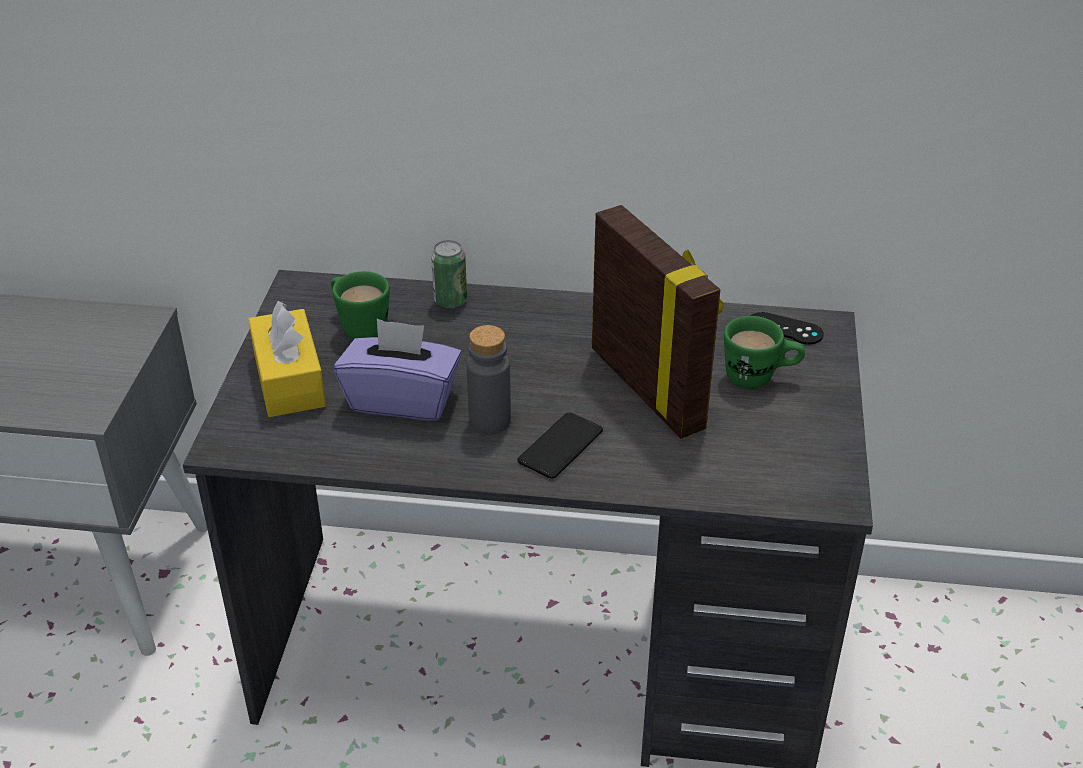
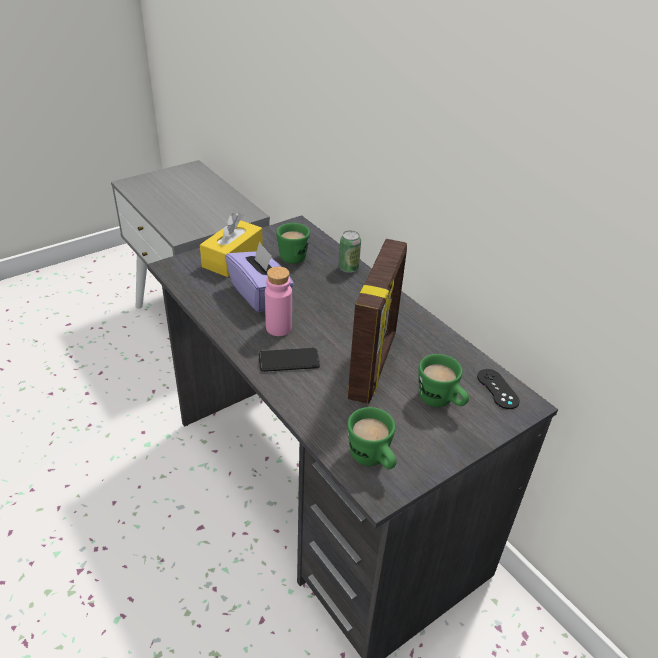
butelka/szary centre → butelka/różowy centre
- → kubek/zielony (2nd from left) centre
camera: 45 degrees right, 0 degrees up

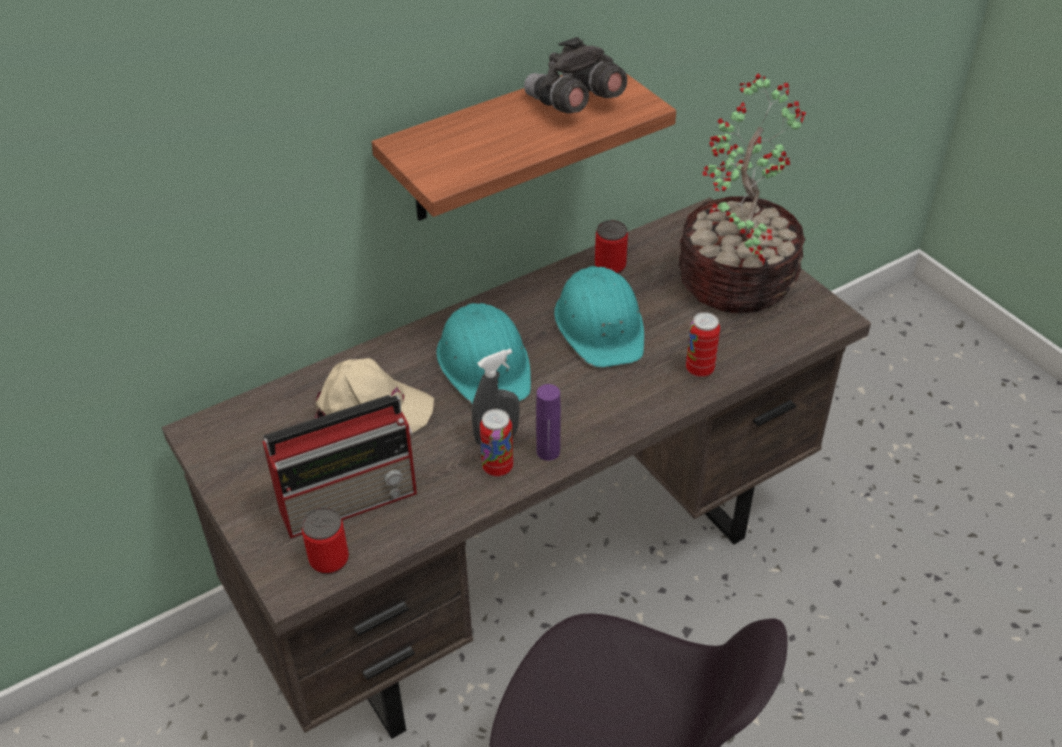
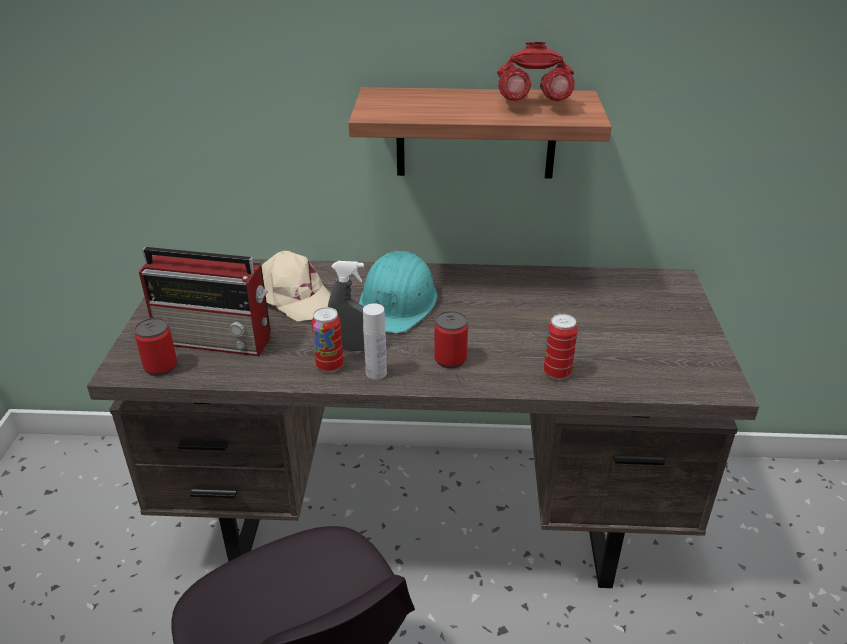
lornetka/szary top centre → lornetka/czerwony top centre
roślina doniczkowa top right → -
puszka (3rd from left) top centre → puszka (3rd from left) centre, move
kask/turkusowy (2nd from left) centre → -
butelka/fioletowy centre → butelka/biały centre
camera: 35 degrees right, 10 degrees down

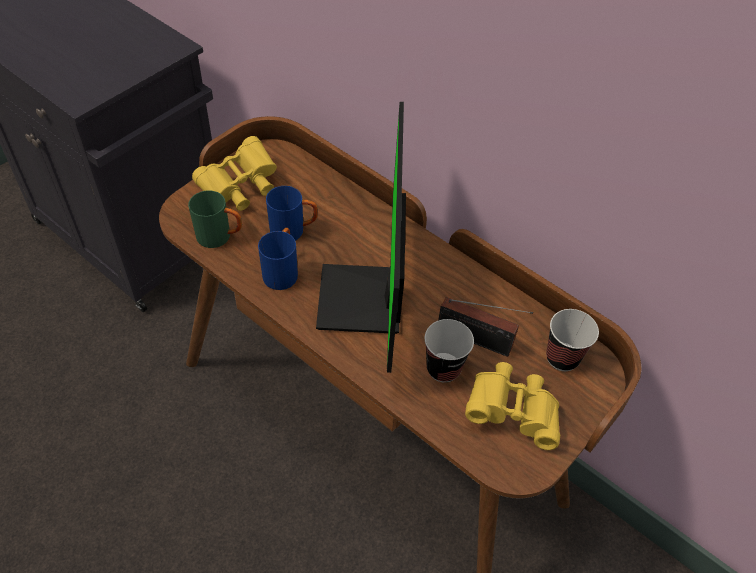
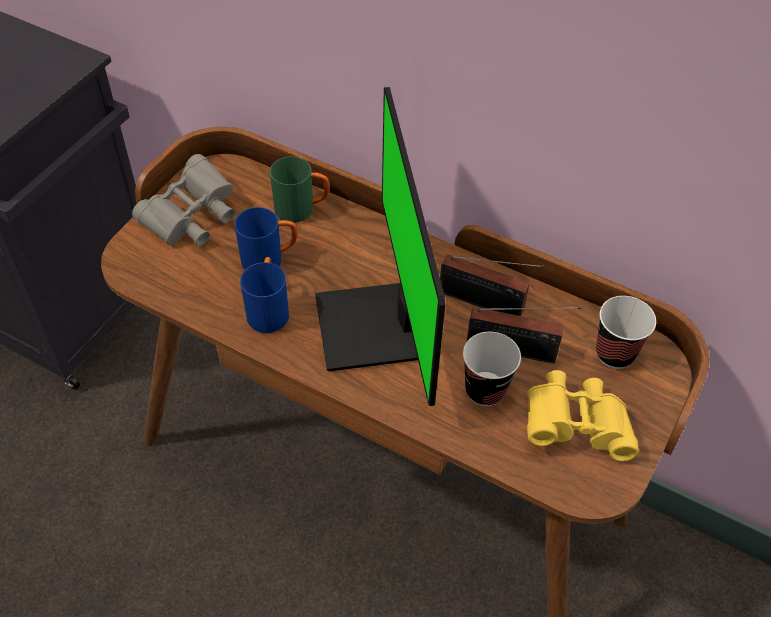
lornetka/żółty (1st from left) top left → lornetka/szary top left
kubek/zielony middle left → kubek/zielony top centre, move
- → radio (1st from left) centre
camera: 10 degrees left, 0 degrees up

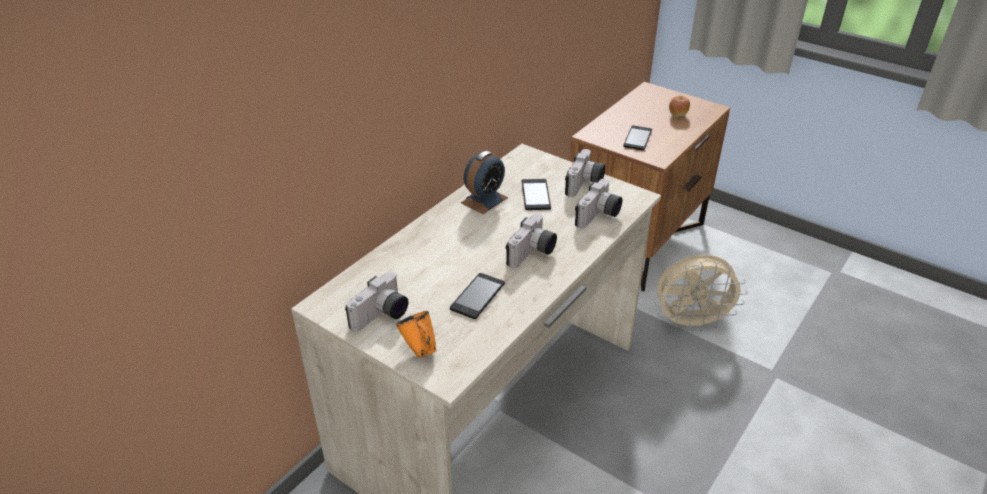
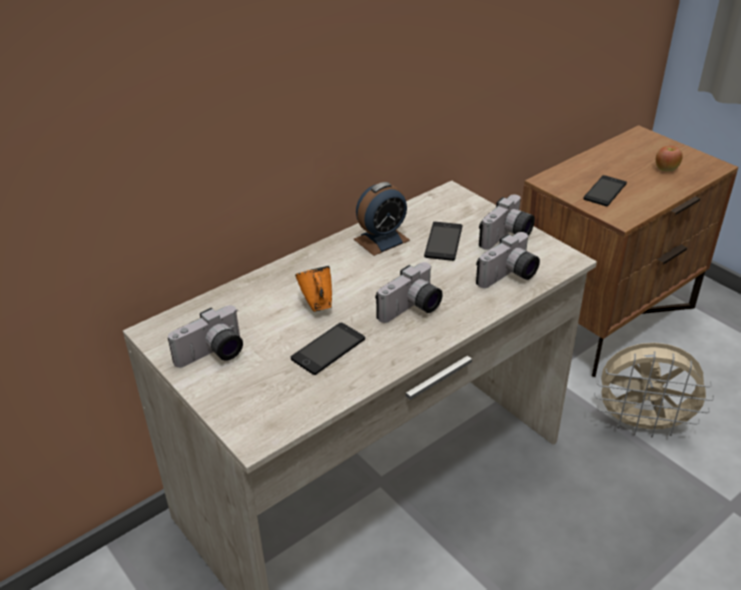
kubek/pomarańczowy bottom centre → kubek/pomarańczowy centre, move
camera: 15 degrees right, 0 degrees up

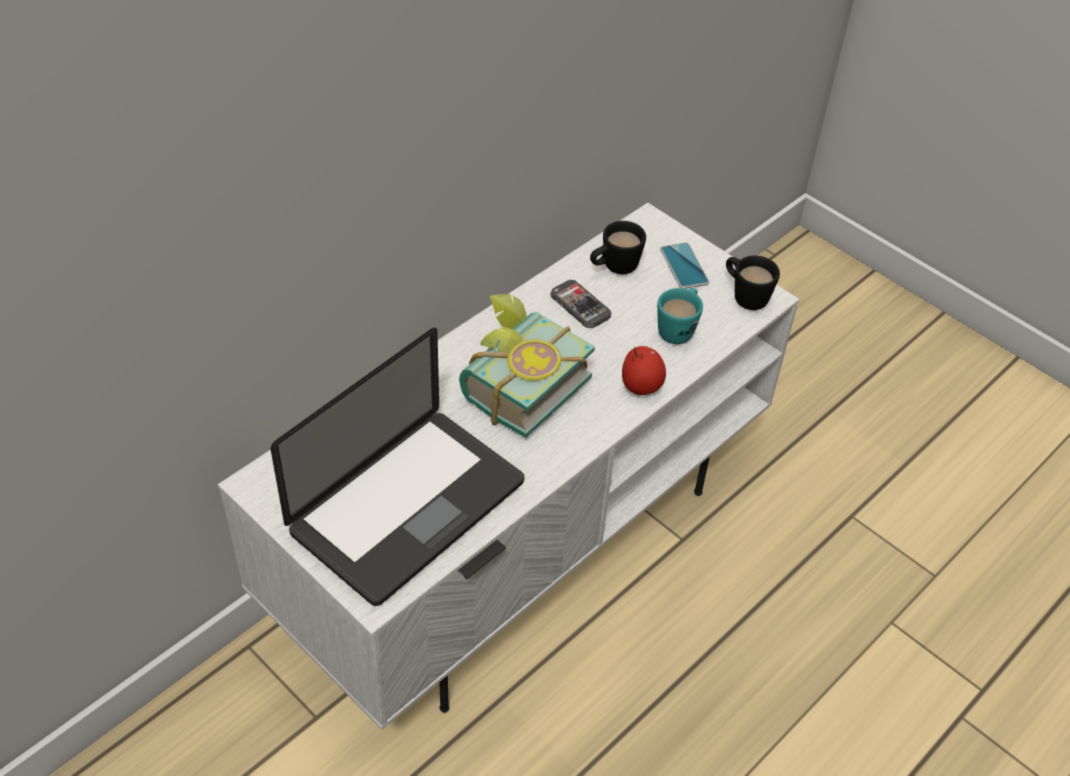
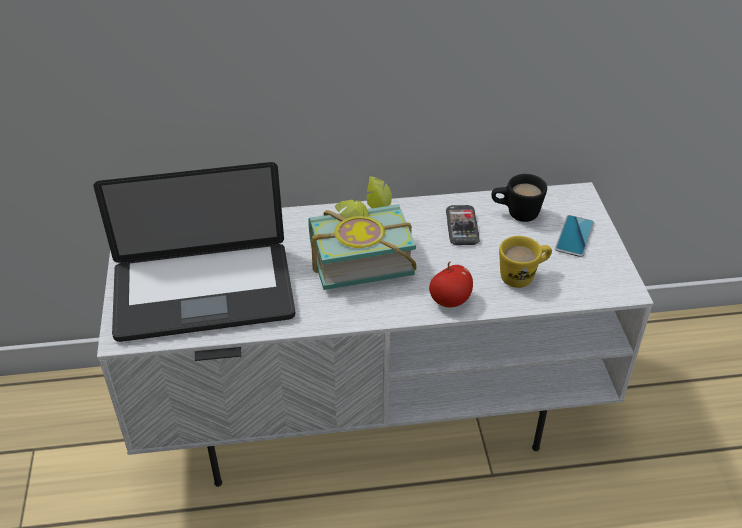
kubek/czarny (2nd from left) middle right → -
kubek/turkusowy centre → kubek/żółty middle right
camera: 40 degrees right, 5 degrees down

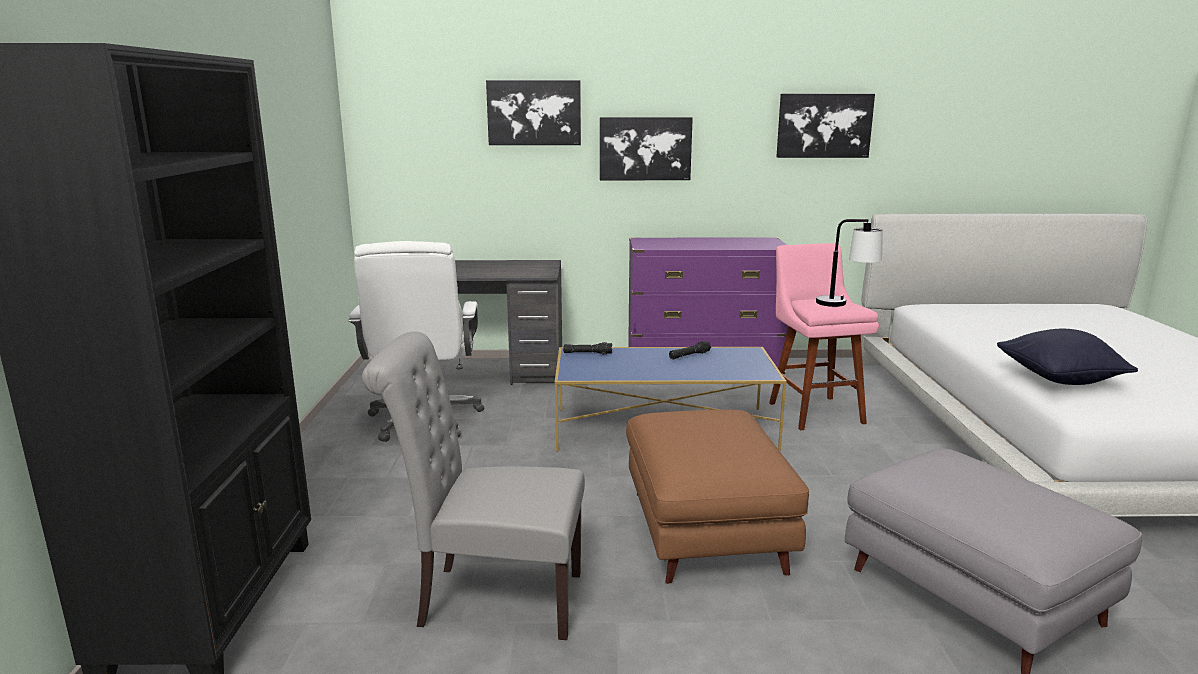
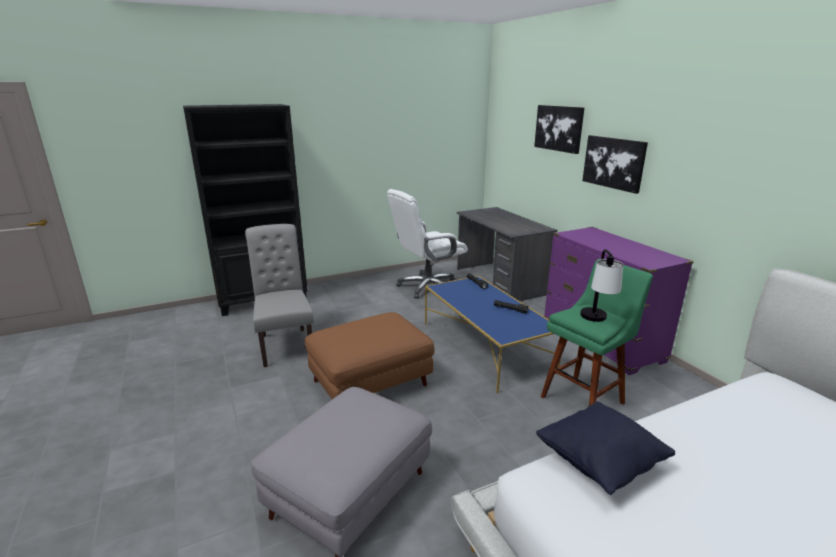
obraz (3rd from left) top right → -
stołek/różowy middle right → stołek/zielony middle right
camera: 65 degrees right, 5 degrees up

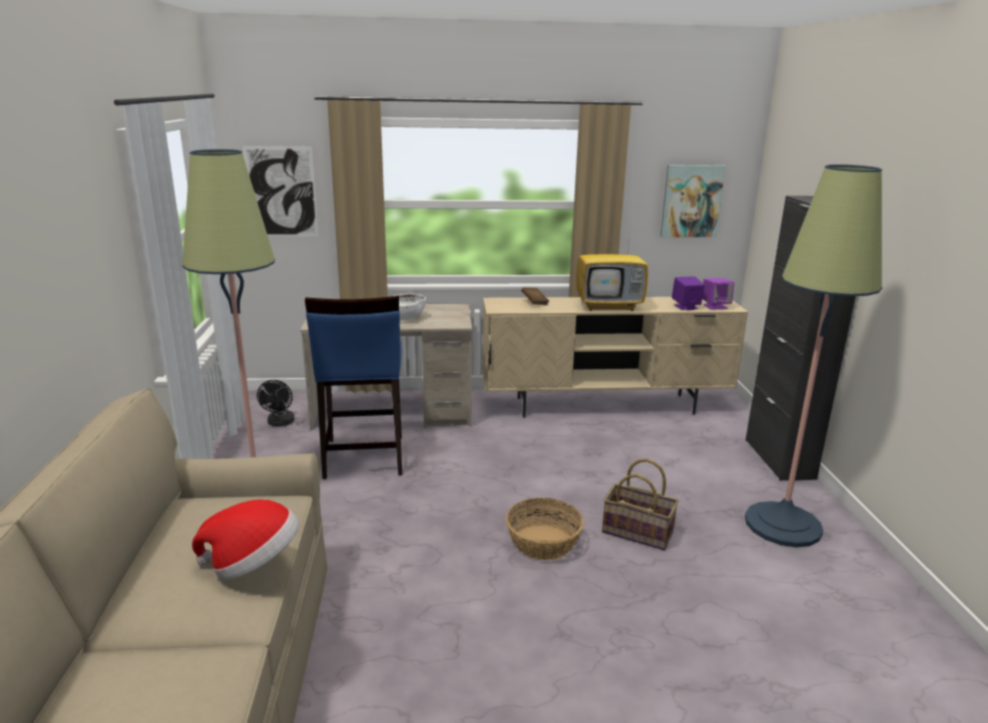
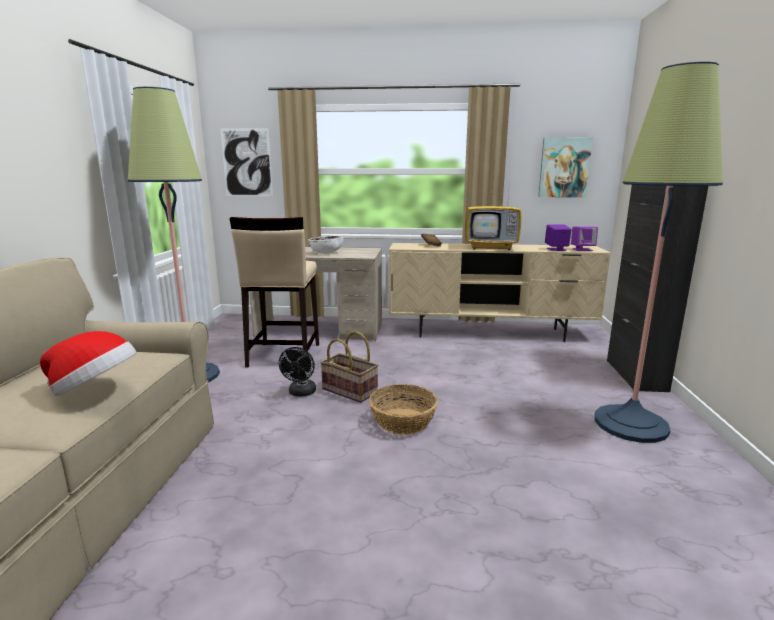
stołek/niebieski centre → stołek/beżowy centre
wentylator/czarny middle left → wentylator/czarny centre, move
koszyk (2nd from left in the first image) bottom centre → koszyk (1st from left) centre, move
camera: 10 degrees right, 5 degrees down

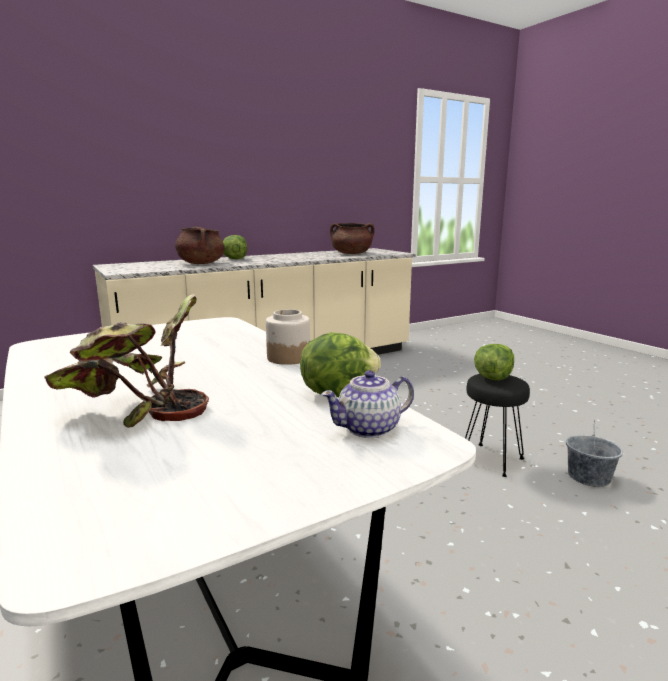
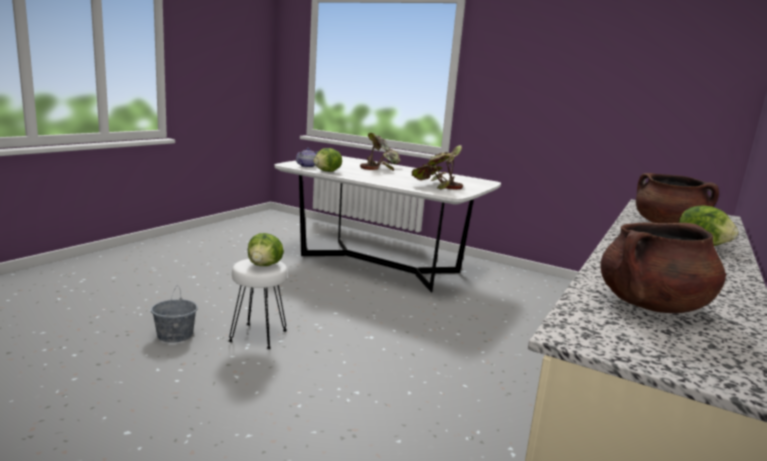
słoik centre → -
stołek/czarny middle right → stołek/biały centre
- → roślina doniczkowa (2nd from left) centre
camera: 150 degrees right, 0 degrees up

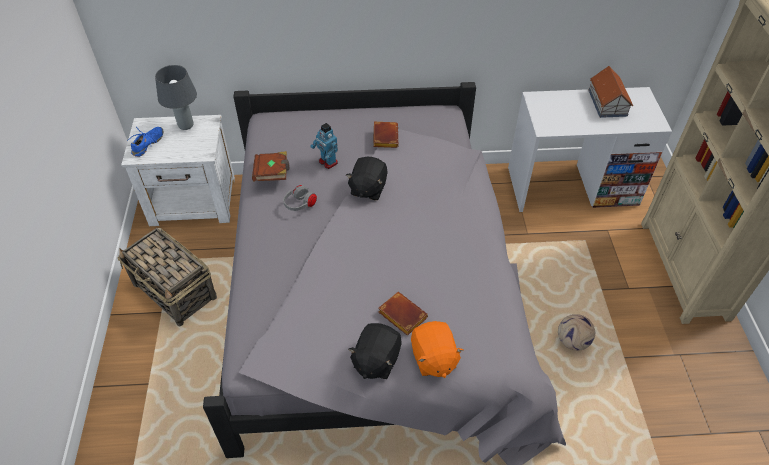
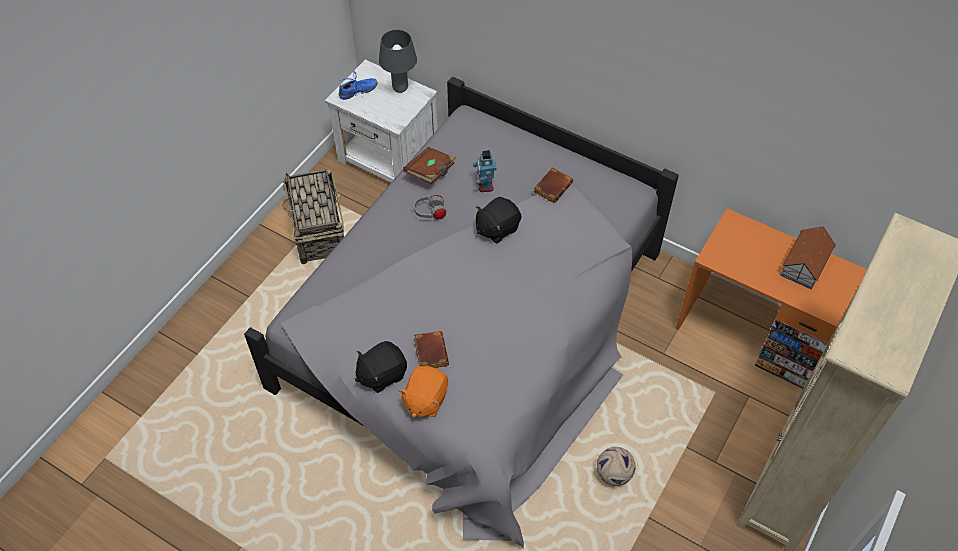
biurko/biały top right → biurko/pomarańczowy middle right
camera: 35 degrees right, 5 degrees up

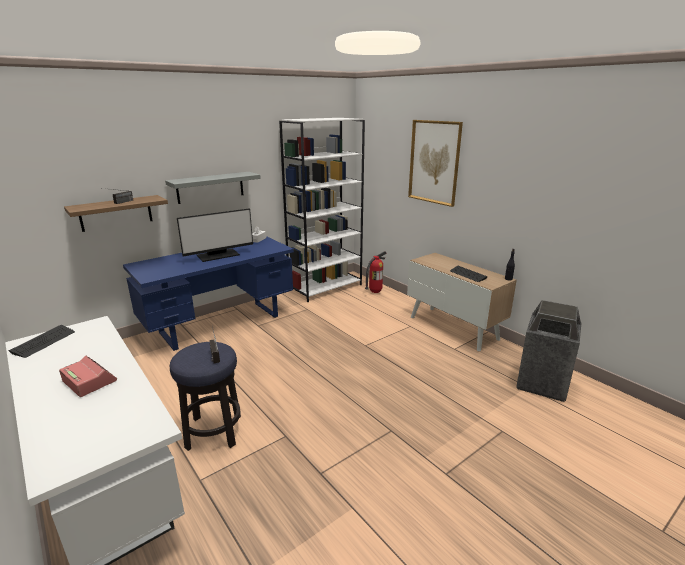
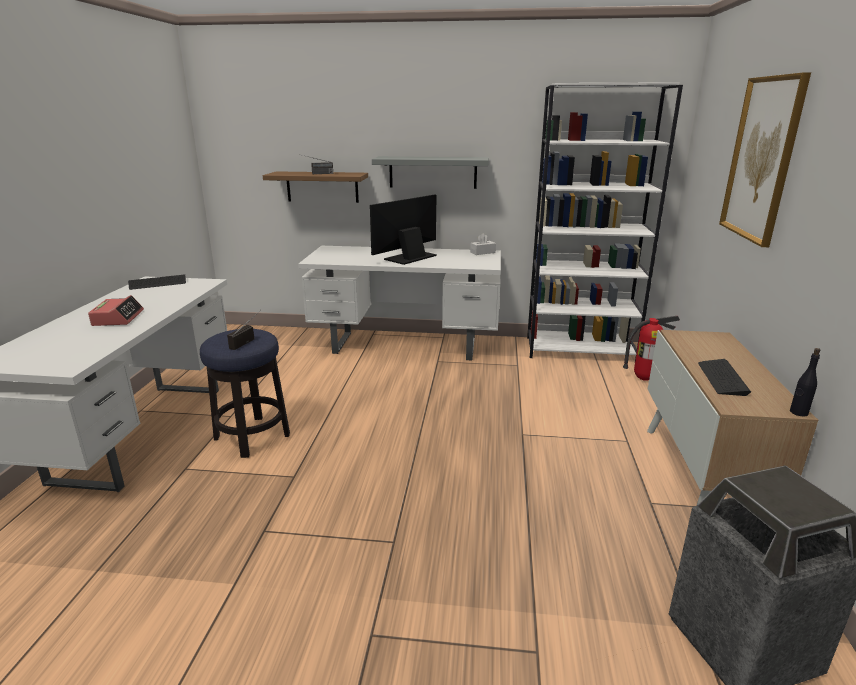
monitor middle left → monitor centre, 120 degrees clockwise
biurko/niebieski middle left → biurko/biały (2nd from left) centre
camera: 45 degrees right, 0 degrees up

